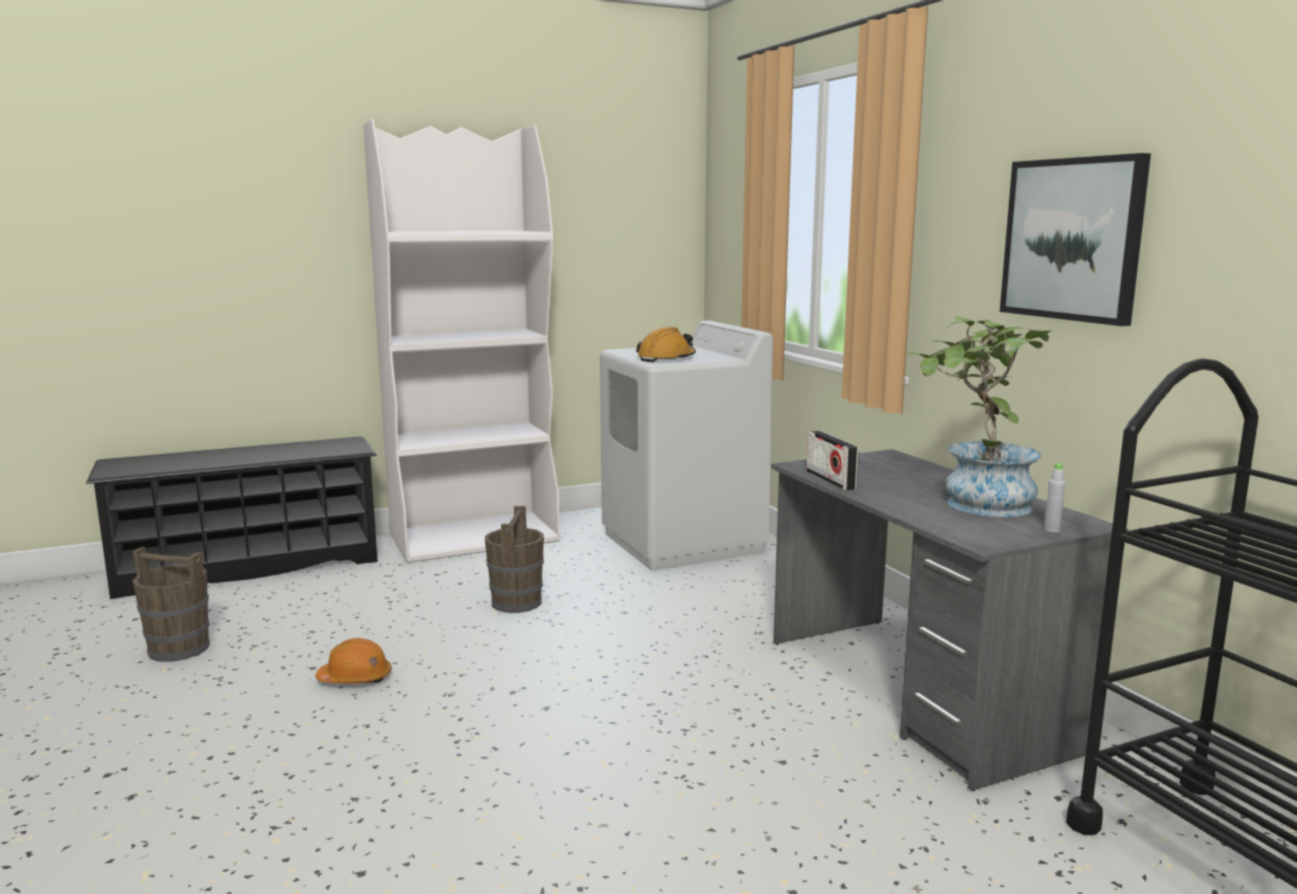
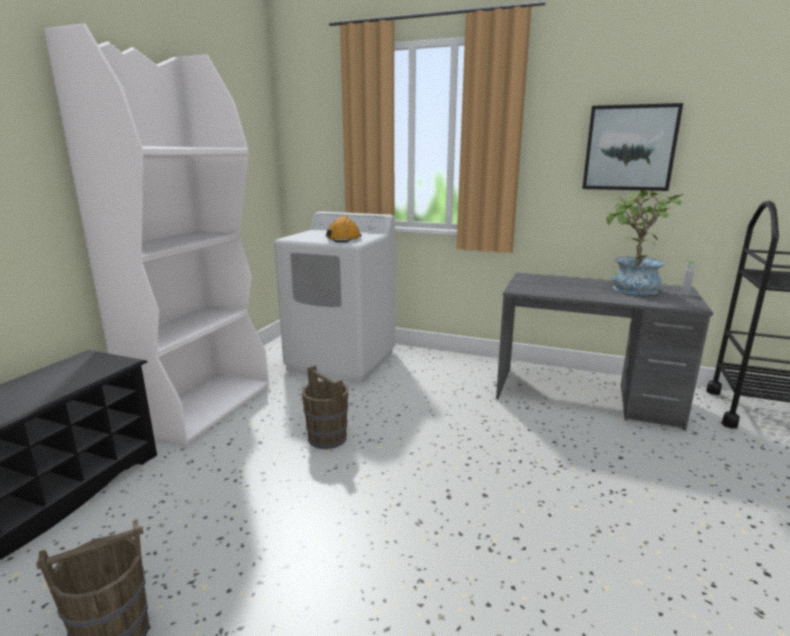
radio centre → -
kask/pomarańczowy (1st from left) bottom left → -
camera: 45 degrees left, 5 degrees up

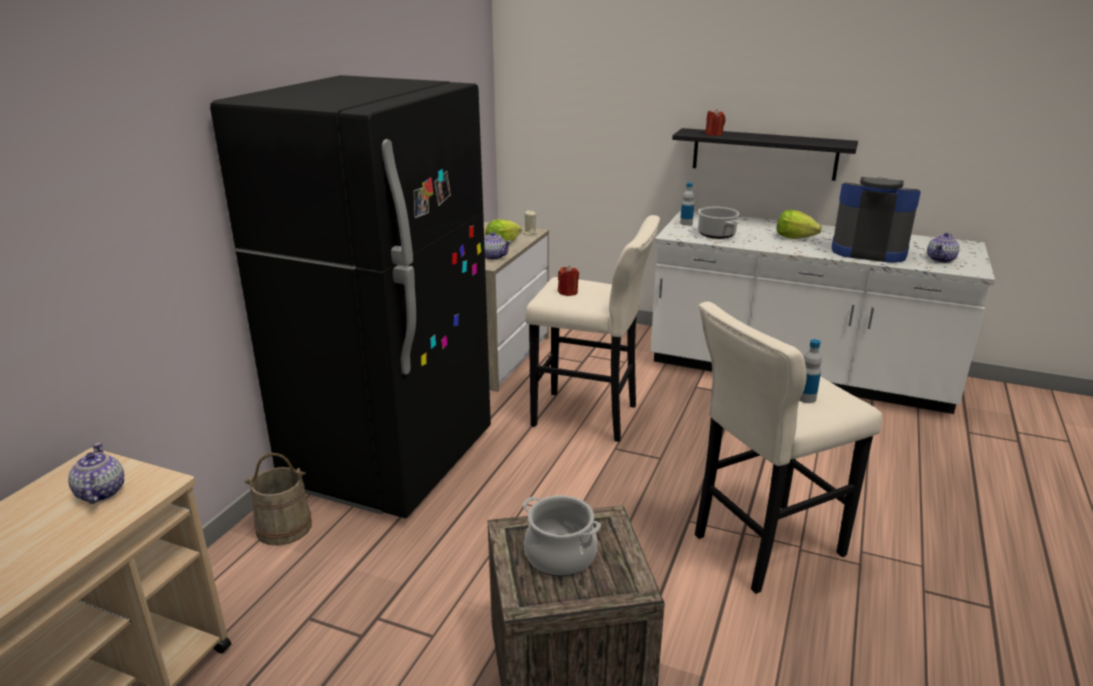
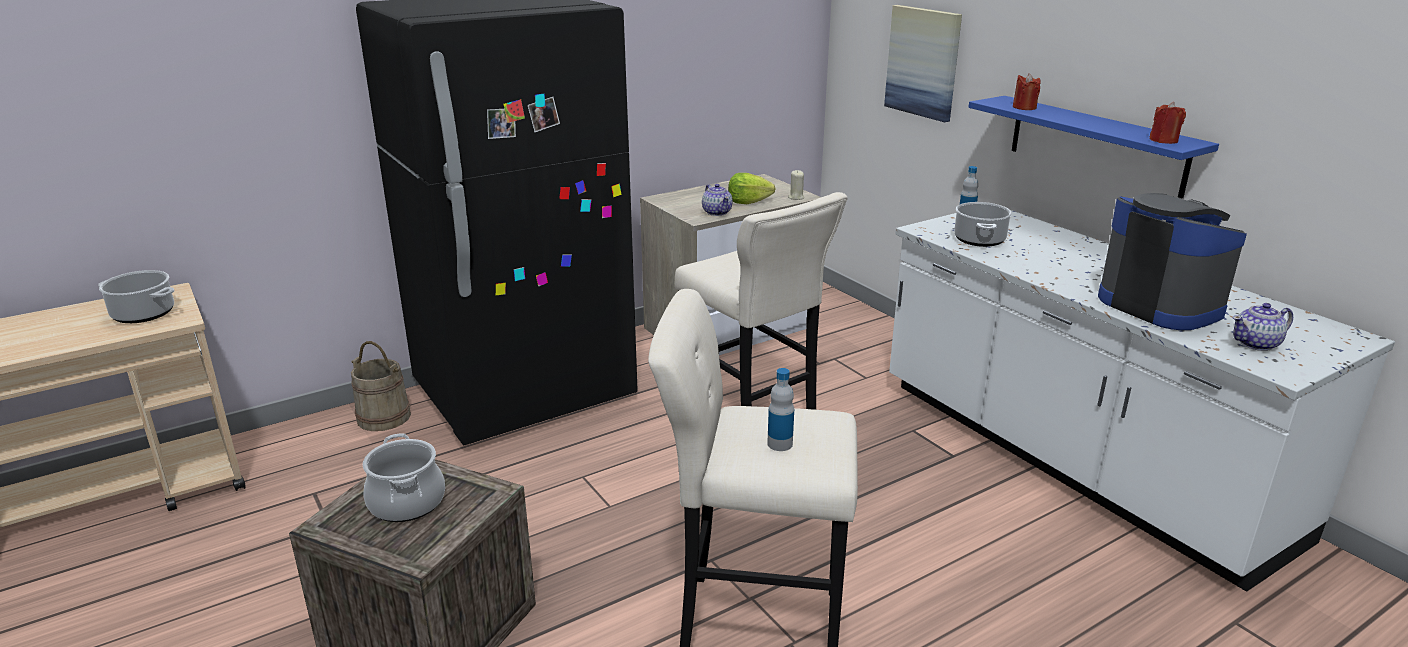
półka/czarny top right → półka/niebieski top right
sałata (2nd from left) top right → -
świeca/czerwony (1st from left in the first image) centre → świeca/czerwony (2nd from left) top right, move
imbryk (1st from left) bottom left → garnek (1st from left) middle left
- → obraz top centre
camera: 35 degrees right, 0 degrees up

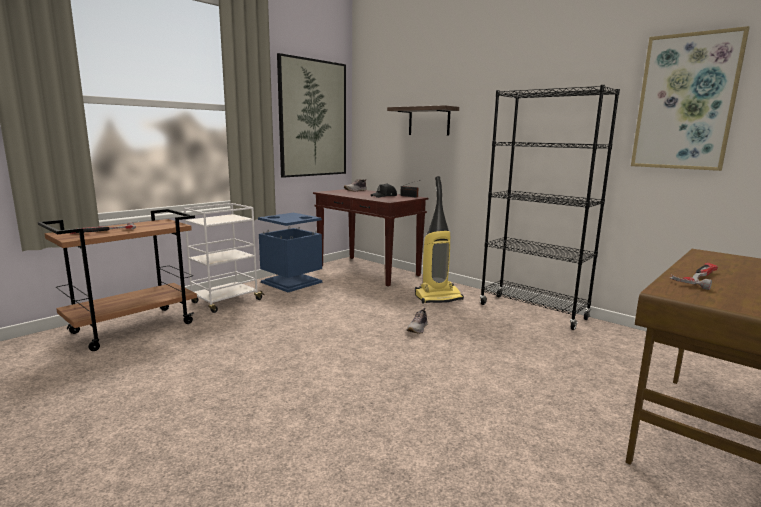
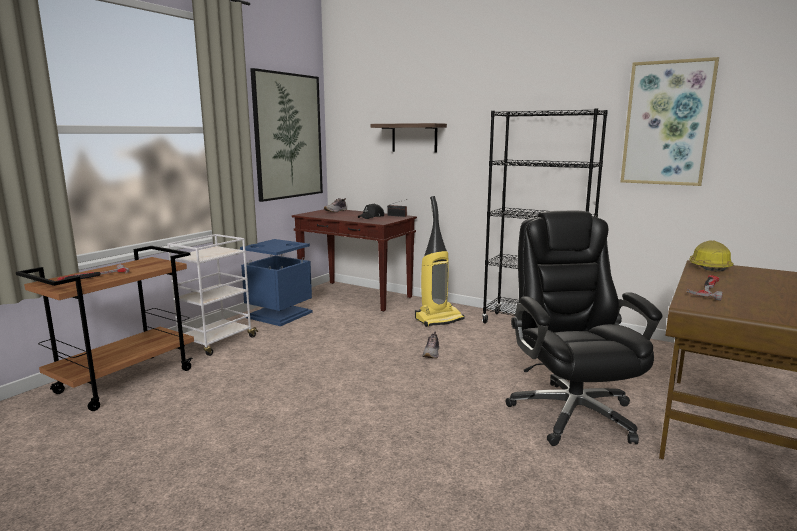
- → krzesło biurowe/czarny middle right
- → kask middle right
camera: 10 degrees left, 0 degrees up

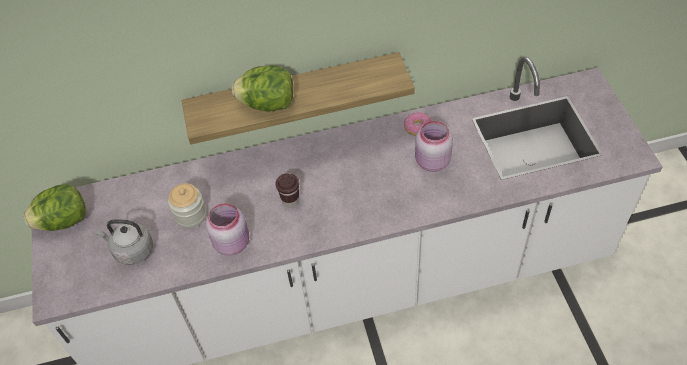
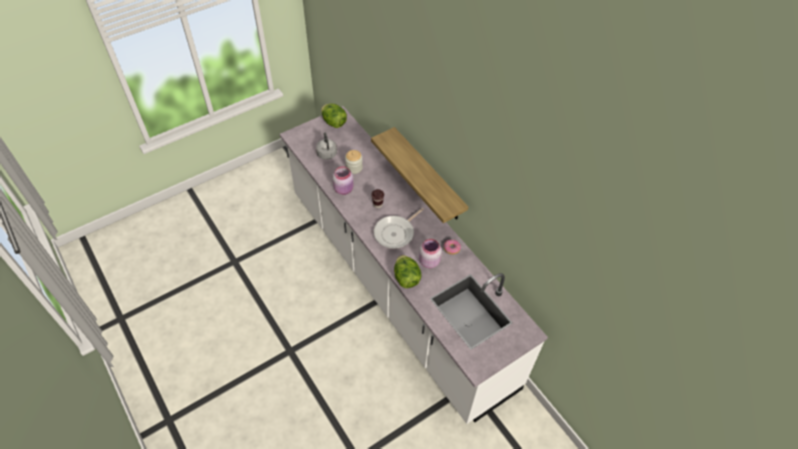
sałata (2nd from left) top centre → sałata (2nd from left) centre, move
- → patelnia centre
camera: 65 degrees right, 0 degrees up

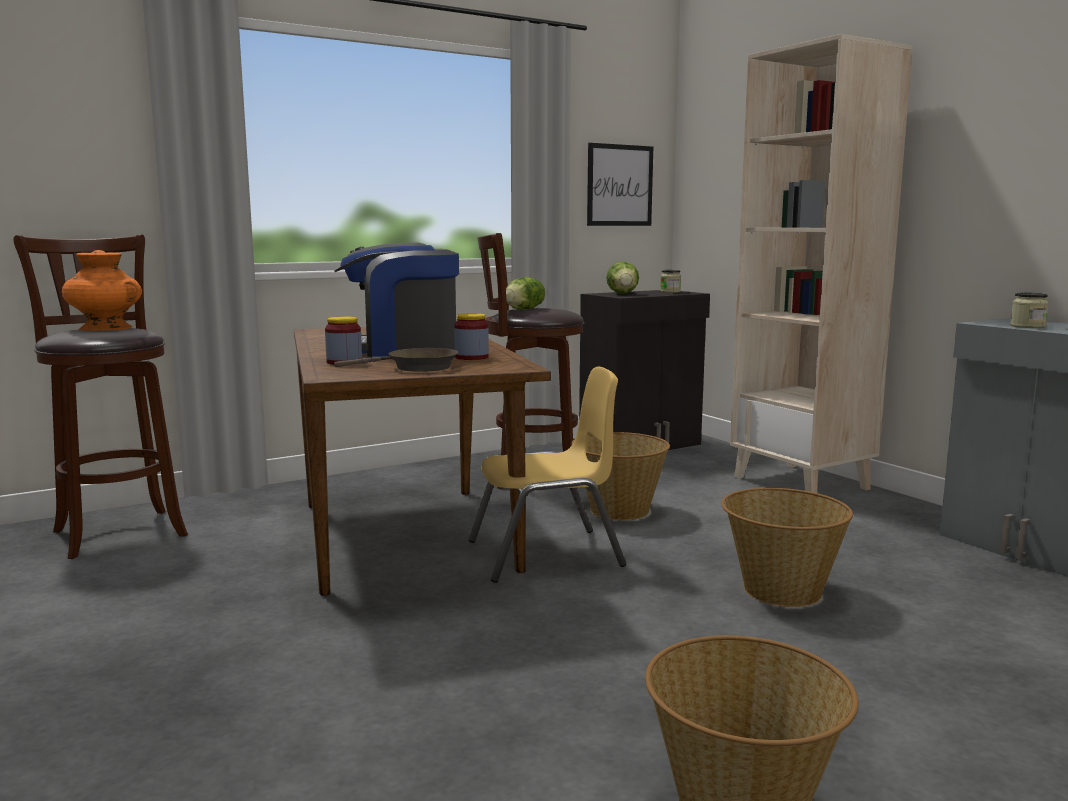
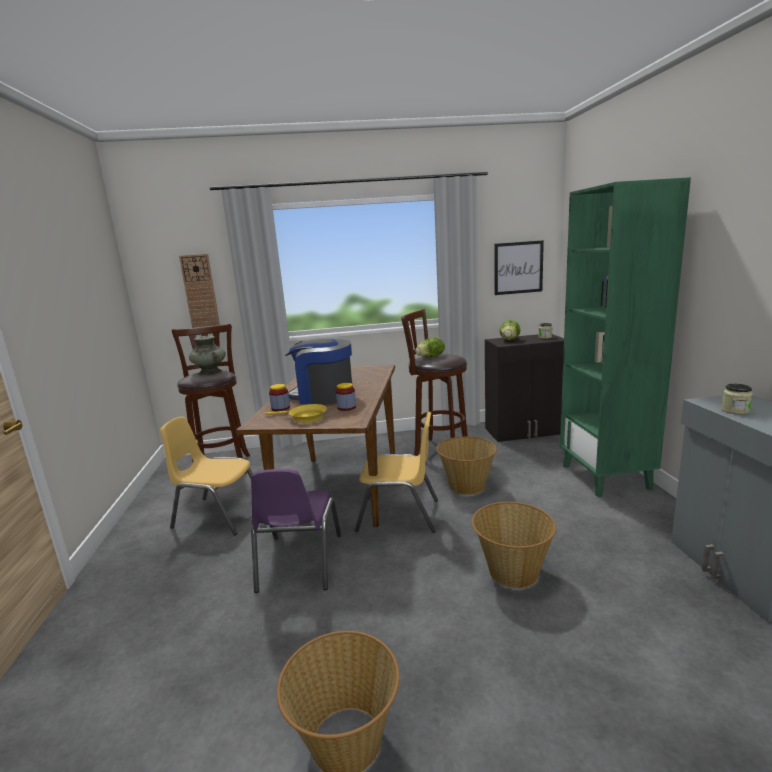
regał/beżowy top right → regał/zielony middle right
wazon/pomarańczowy middle left → wazon/turkusowy middle left
patelnia/brązowy centre → patelnia/żółty centre
- → zegar ścienny middle left
- → krzesło/żółty (1st from left) middle left
- → krzesło/fioletowy bottom centre
camera: 25 degrees right, 5 degrees up

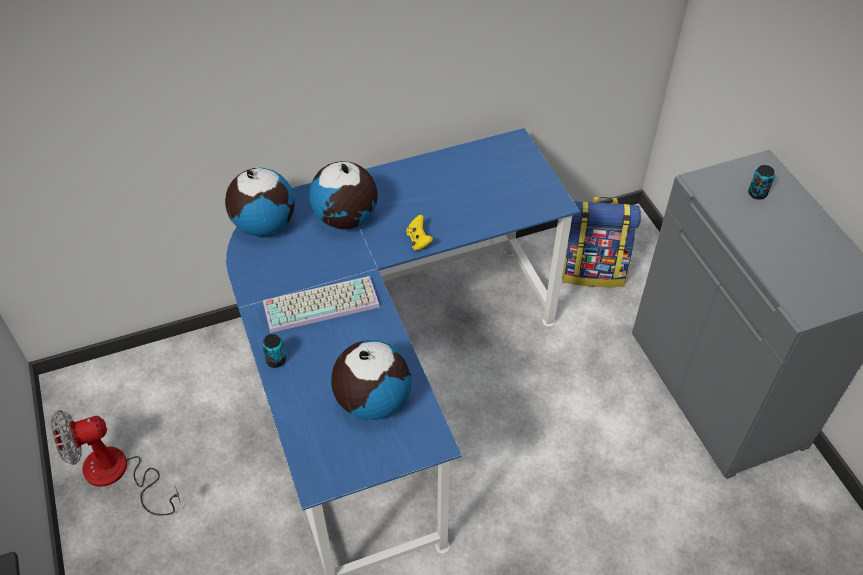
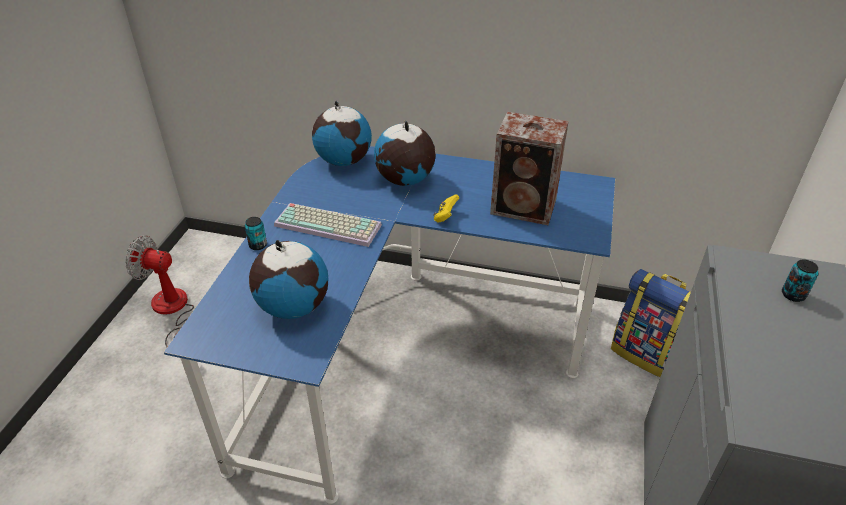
- → głośnik top centre
camera: 35 degrees right, 10 degrees down

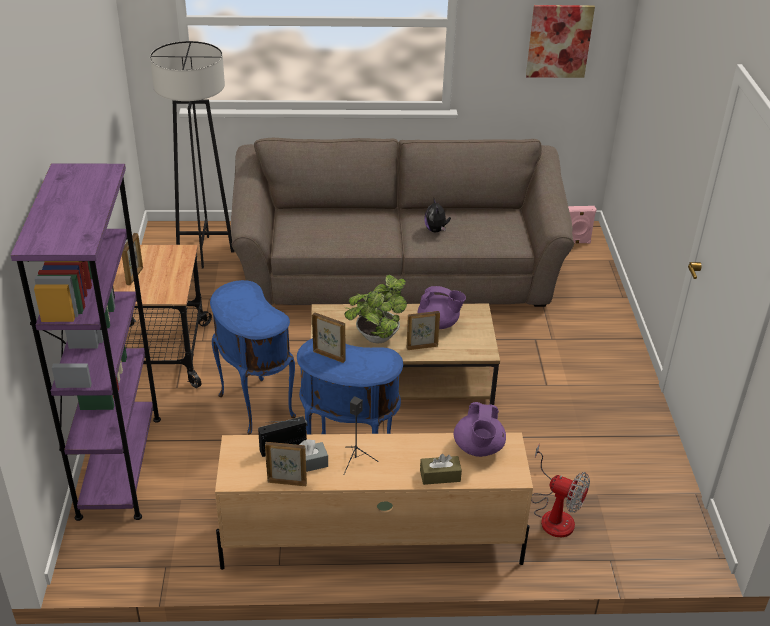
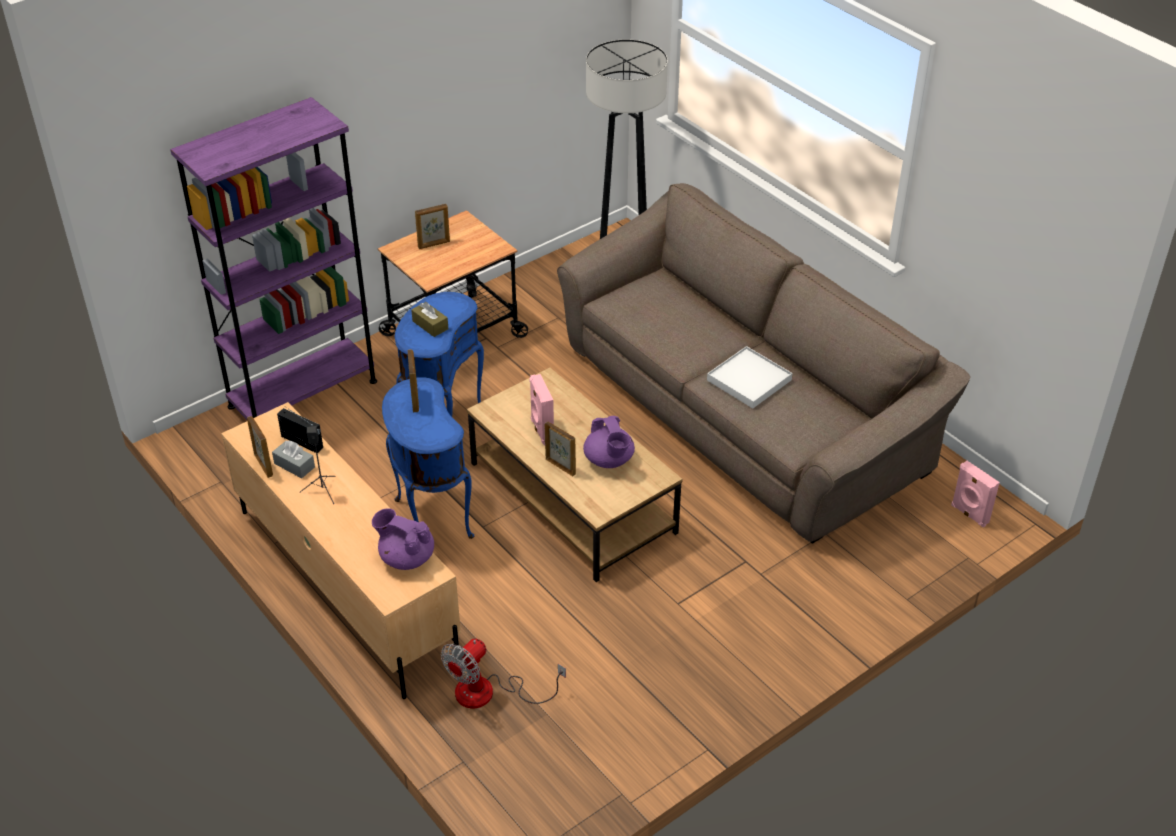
obraz top right → -
pluszak centre → taca/biały centre
roślina doniczkowa centre → głośnik/różowy (1st from left) centre
imbryk/fioletowy (2nd from left in the first image) bottom centre → imbryk/fioletowy (1st from left) centre, 60 degrees clockwise
wentylator bottom right → wentylator bottom centre, 45 degrees clockwise
pudełko chusteczek/brązowy bottom centre → pudełko chusteczek/brązowy centre, move
camera: 55 degrees right, 5 degrees up

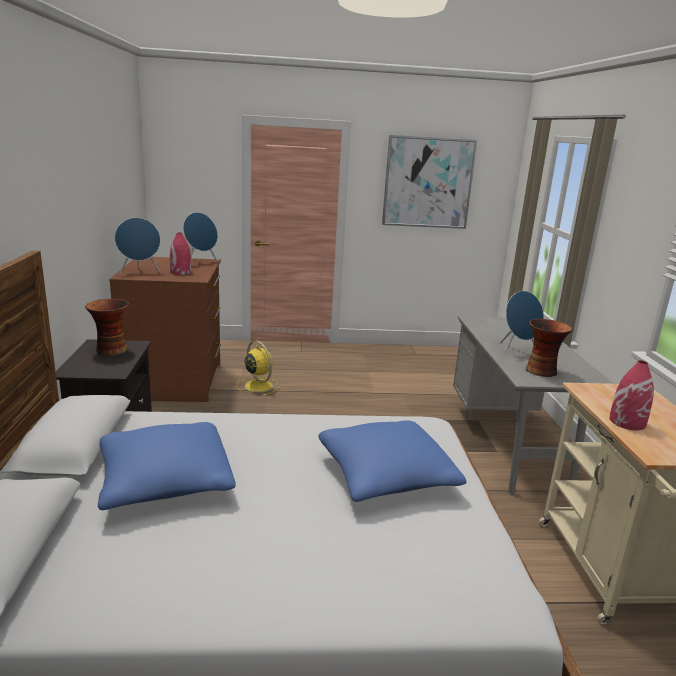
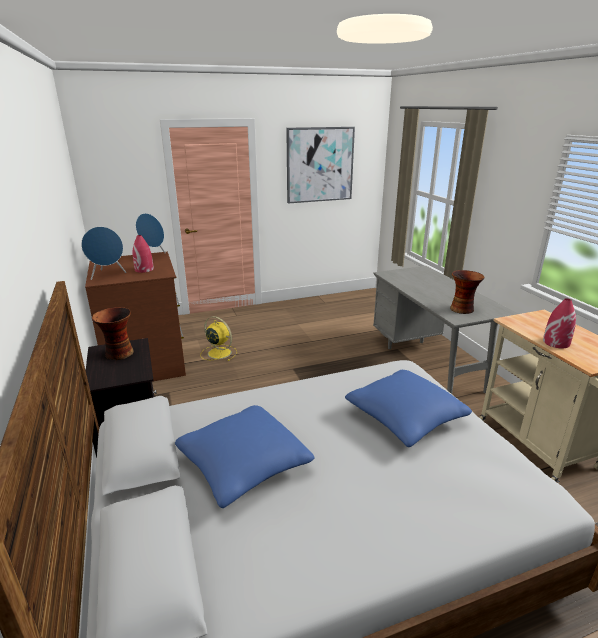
głośnik/niebieski (3rd from left) middle right → -
camera: 15 degrees left, 5 degrees up

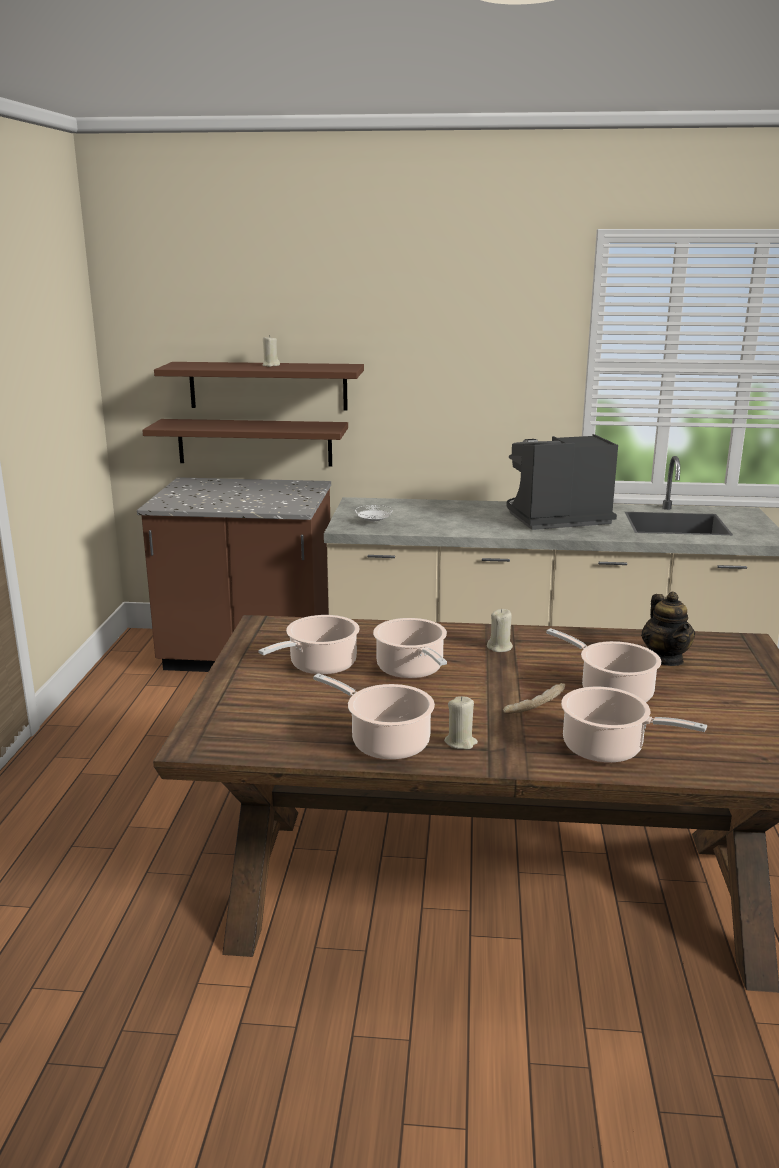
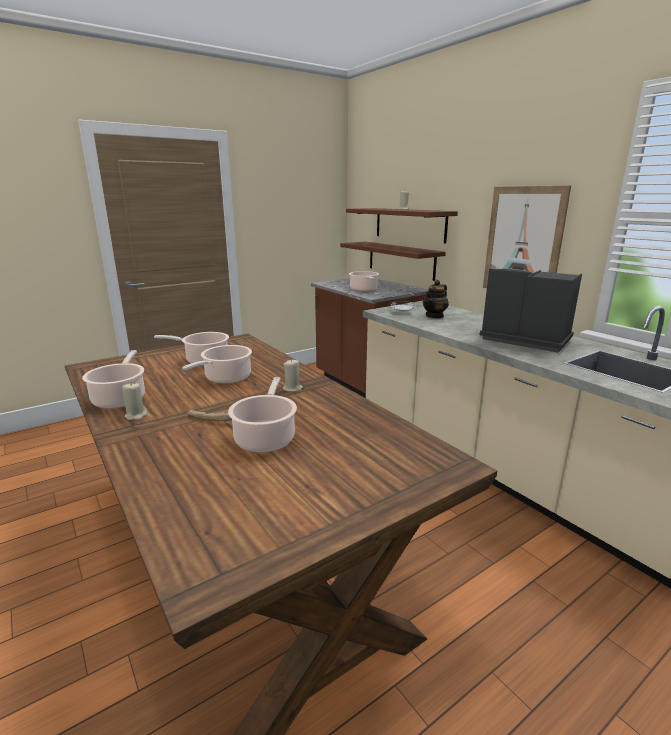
imbryk middle right → imbryk centre, move
garnek (5th from left) middle right → garnek (5th from left) centre, move
- → obraz top right
camera: 50 degrees right, 0 degrees up

